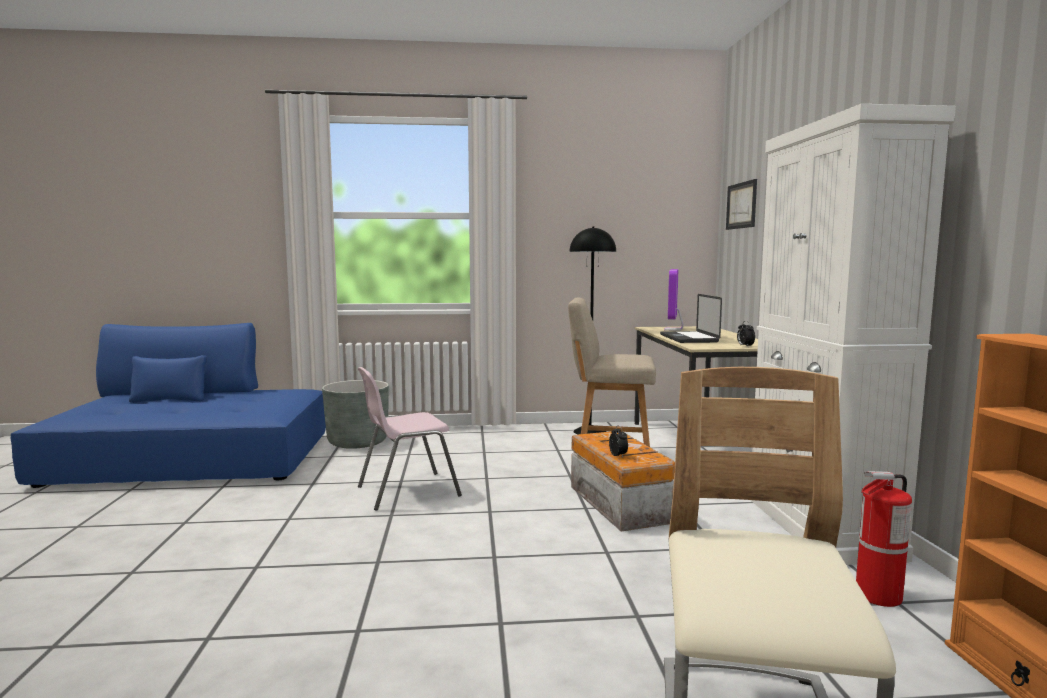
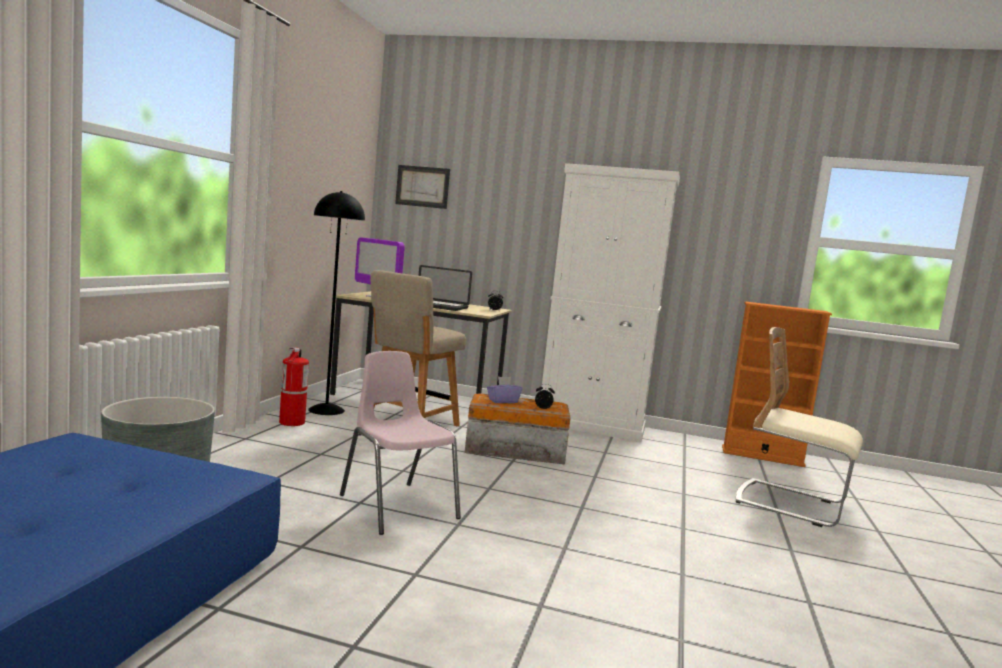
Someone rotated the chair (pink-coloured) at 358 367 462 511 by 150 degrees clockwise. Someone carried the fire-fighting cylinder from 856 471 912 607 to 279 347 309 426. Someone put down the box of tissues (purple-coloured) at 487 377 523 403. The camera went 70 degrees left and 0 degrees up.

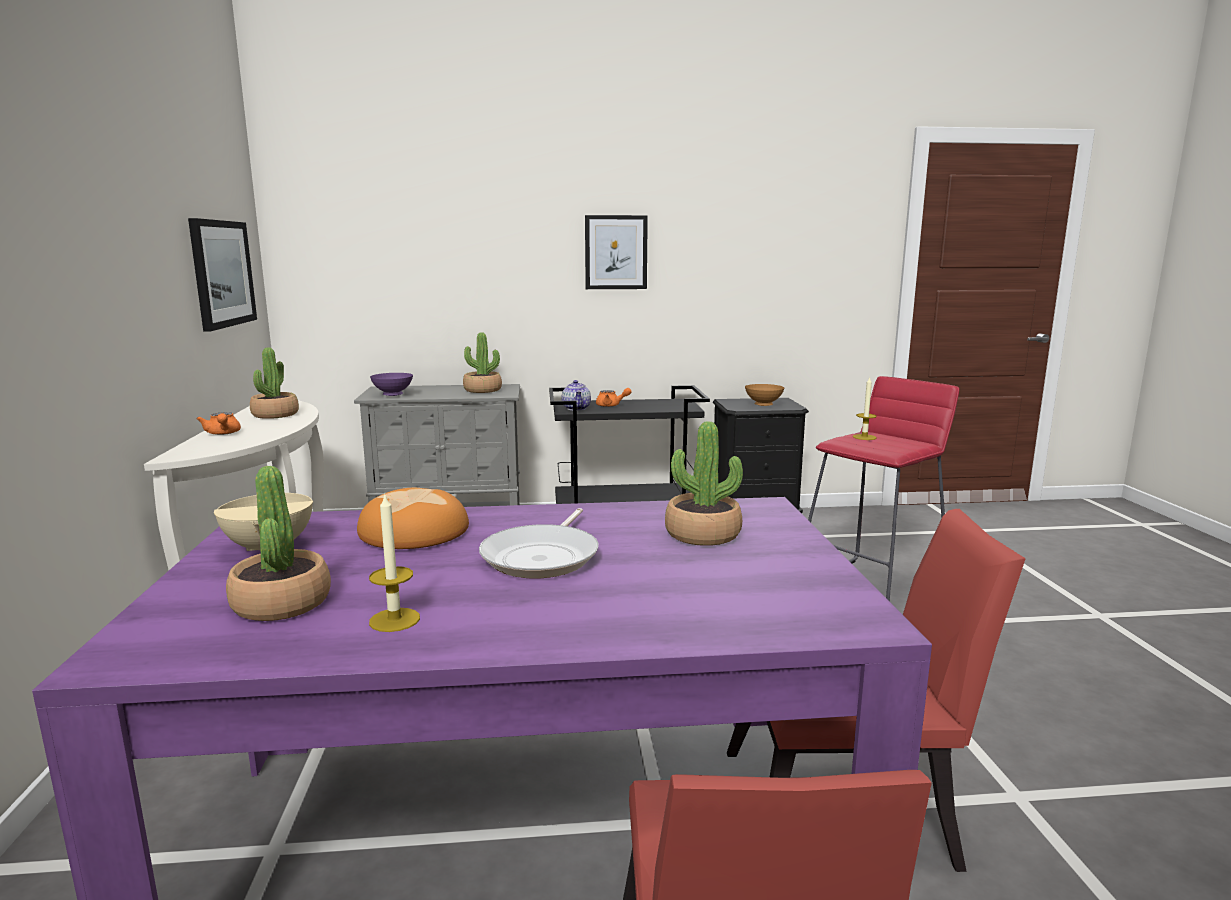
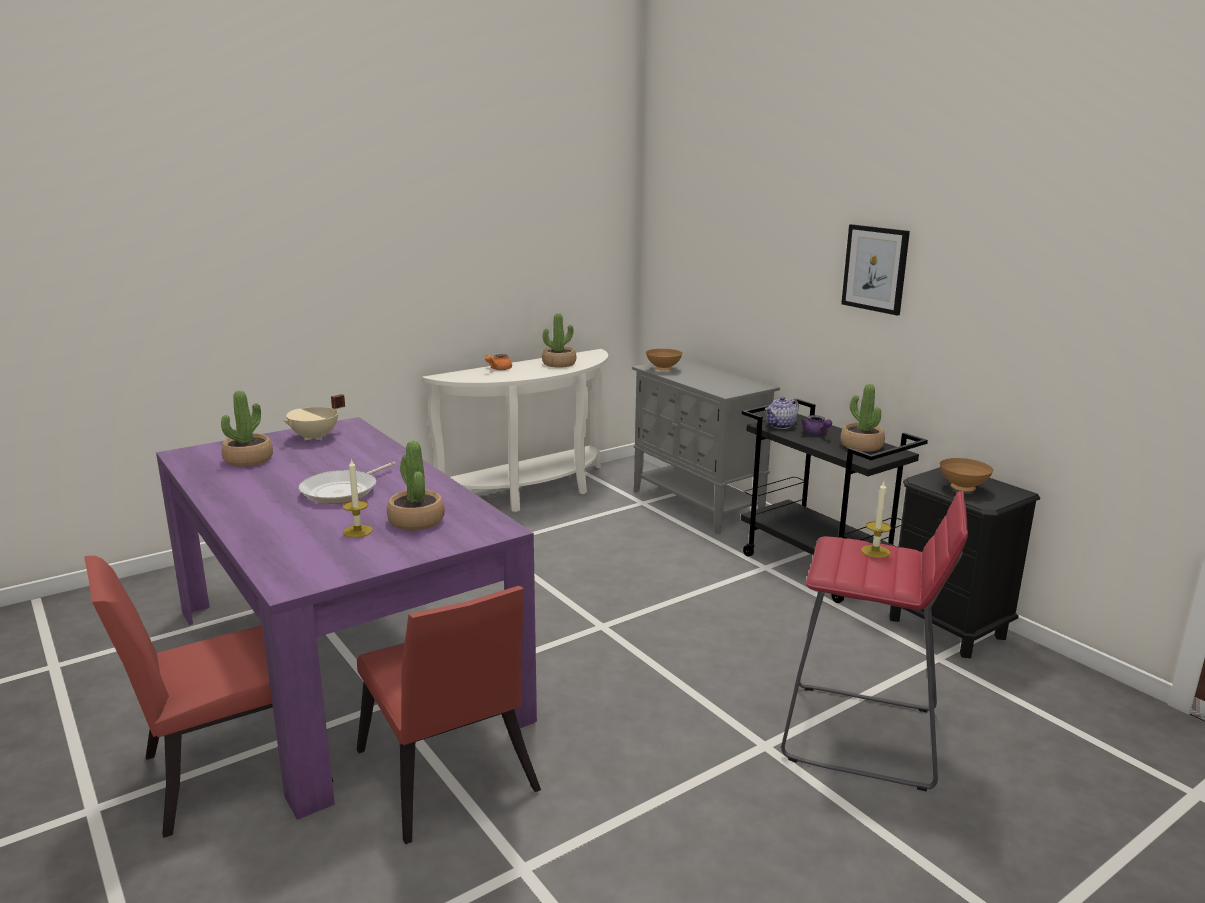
Someone took away the wall picture at 188 218 257 331. Someone took away the bread at 357 488 469 549. Someone carried the wax candle from 369 493 420 632 to 343 458 373 538. Someone repainted the serving bowl (purple-coloured) at 370 373 413 396, which became the serving bowl (brown) at 646 349 682 371. Someone carried the plant in a pot from 463 332 502 393 to 841 384 885 452. Someone rotated the skillet at 479 508 598 579 by 45 degrees counterclockwise. Someone repainted the pot for tea (orange-coloured) at 596 388 632 407, which became the pot for tea (purple-coloured) at 801 415 832 435. The camera went 60 degrees right and 5 degrees up.

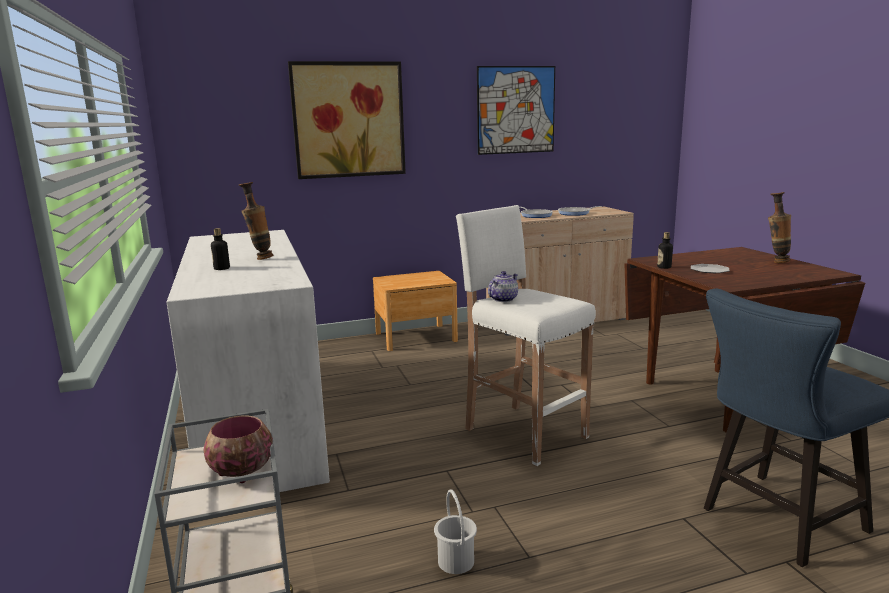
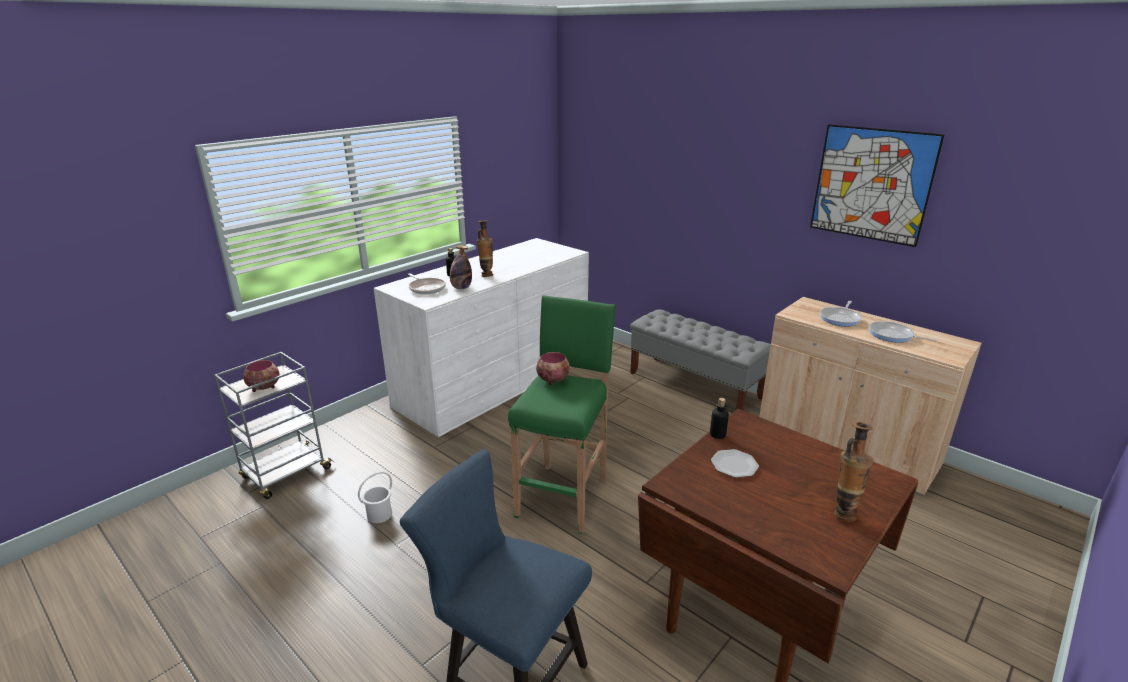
Someone took away the wall picture at 288 61 406 179. Someone swapped the nightstand (brown) at 373 271 458 351 for the indoor bench (gray) at 630 309 771 411. Someone repainted the stool seat (whitish) at 456 205 596 466, which became the stool seat (green-coloured) at 508 295 616 534. Someone swapped the pot for tea at 488 271 518 302 for the serving bowl at 536 352 570 385. Someone put down the skillet at 408 273 446 294. Someone put down the beverage bottle at 450 245 472 289. The camera went 60 degrees right and 10 degrees up.

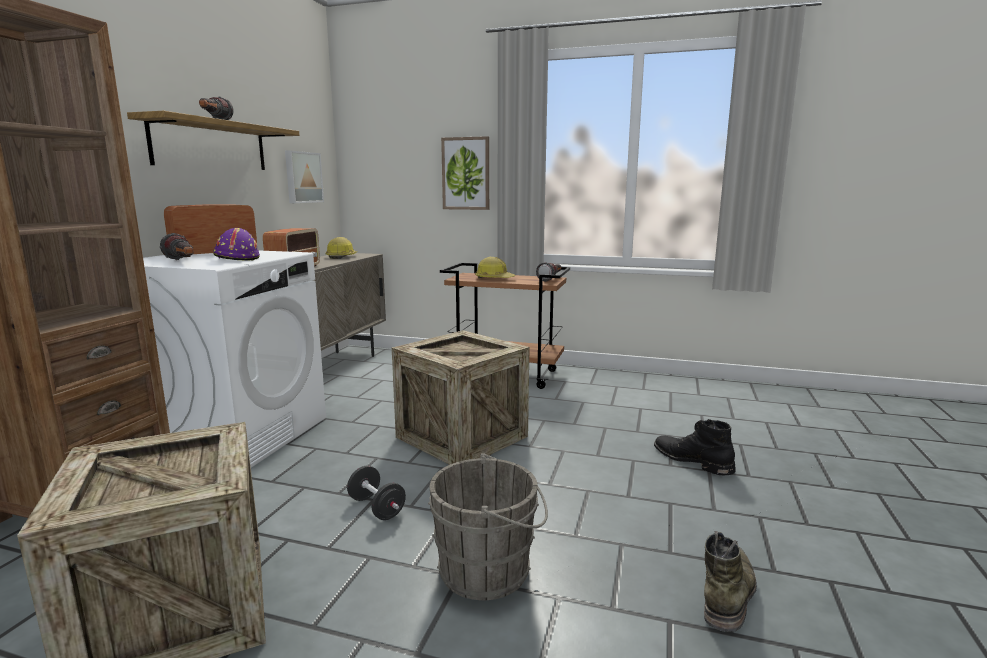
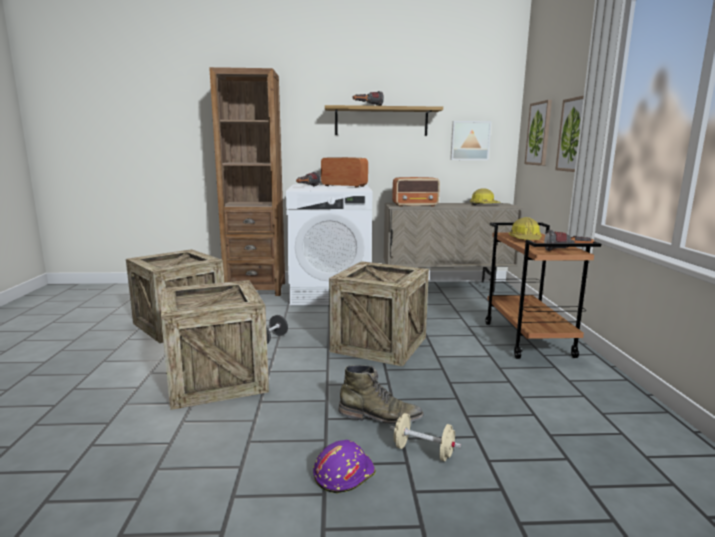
Someone carried the work helmet (purple-coloured) from 213 228 260 260 to 313 440 376 493. Someone swapped the pail (gray) at 428 453 548 600 for the shipping crate at 161 280 269 410. Someone swapped the boot (black) at 654 419 736 475 for the hand weight (beige-coloured) at 390 413 461 461. Someone carried the boot (green-coloured) from 704 531 757 632 to 338 365 424 424. Someone put up the wall picture at 525 100 552 166. The camera went 70 degrees right and 0 degrees up.

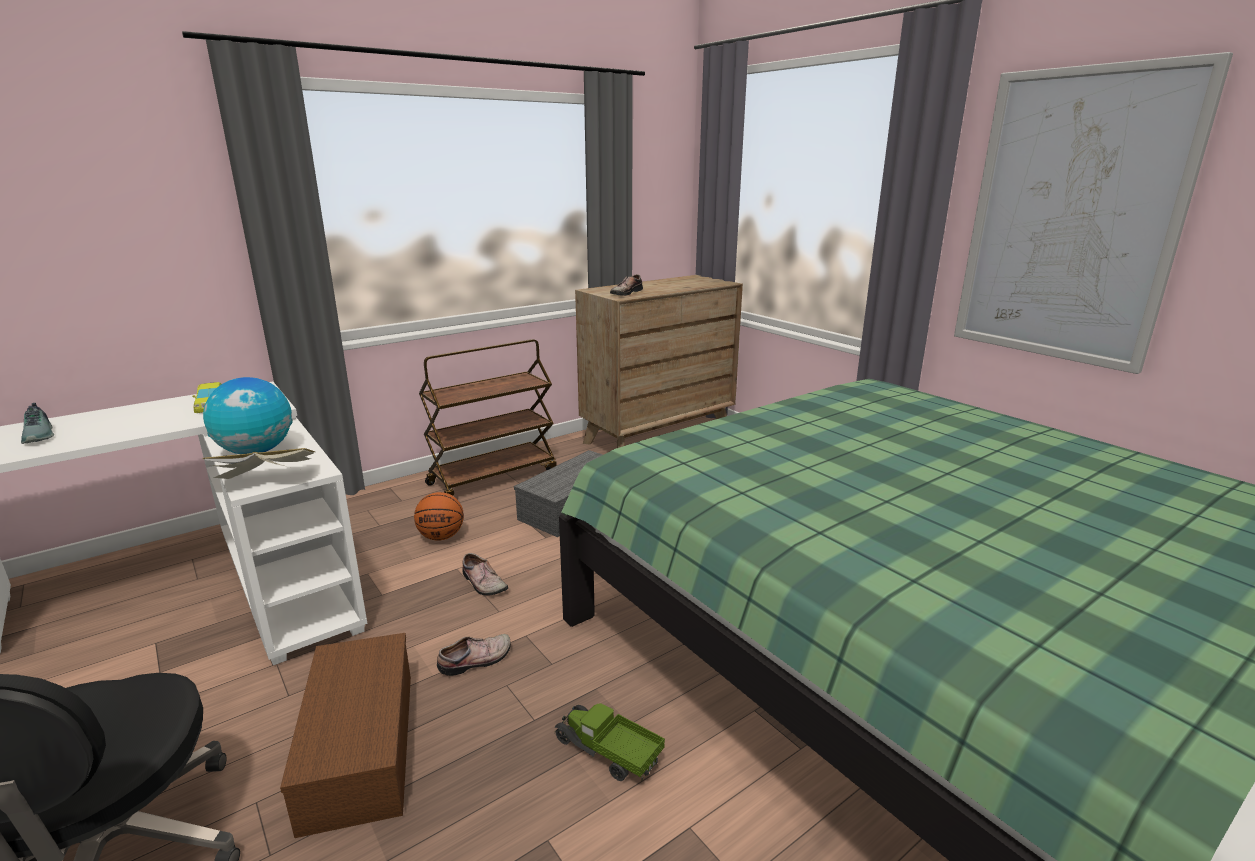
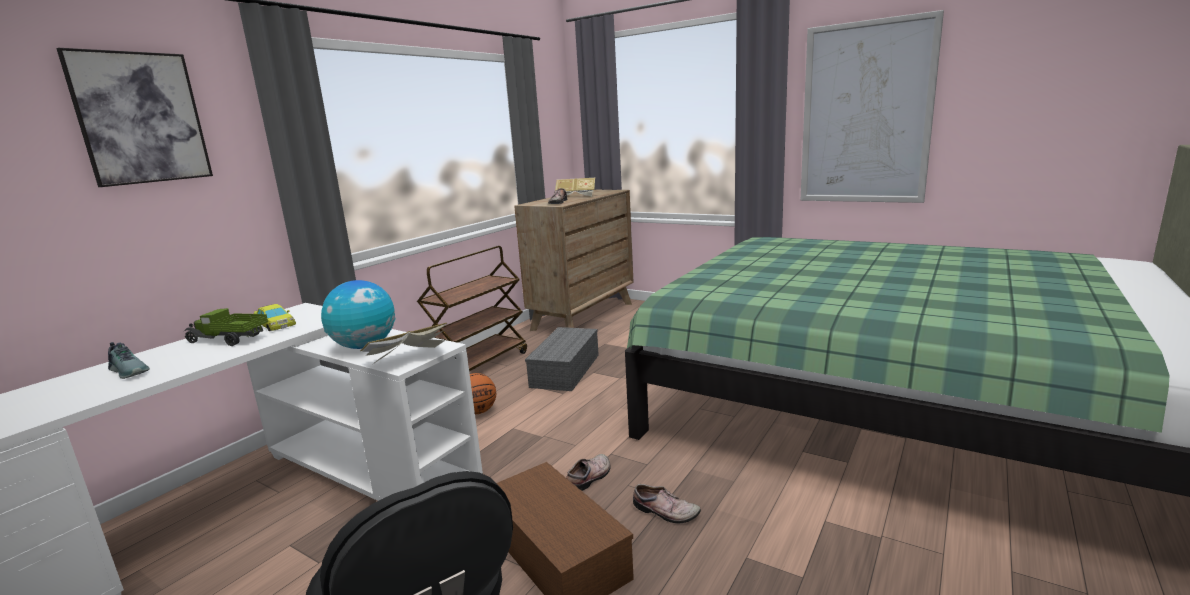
Someone carried the item of footwear from 462 553 508 596 to 633 484 701 523. Someone carried the model truck from 555 703 665 781 to 183 308 268 346. Someone put up the wall picture at 56 48 213 187. Someone put down the volume at 555 178 595 197. The camera went 20 degrees left and 5 degrees down.

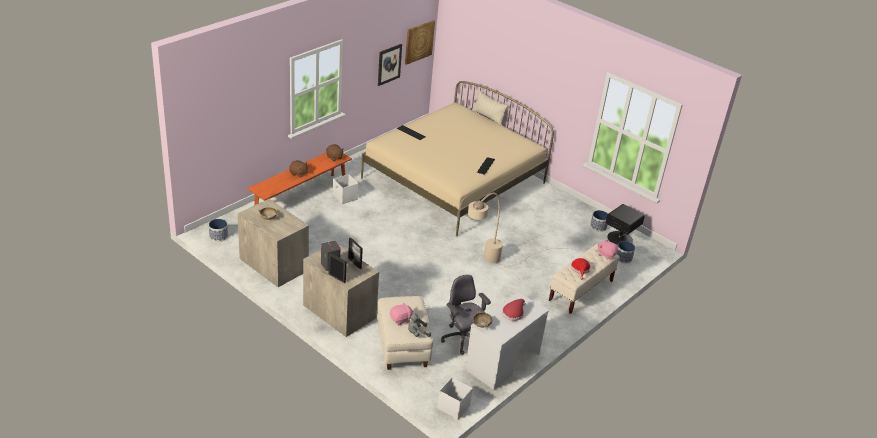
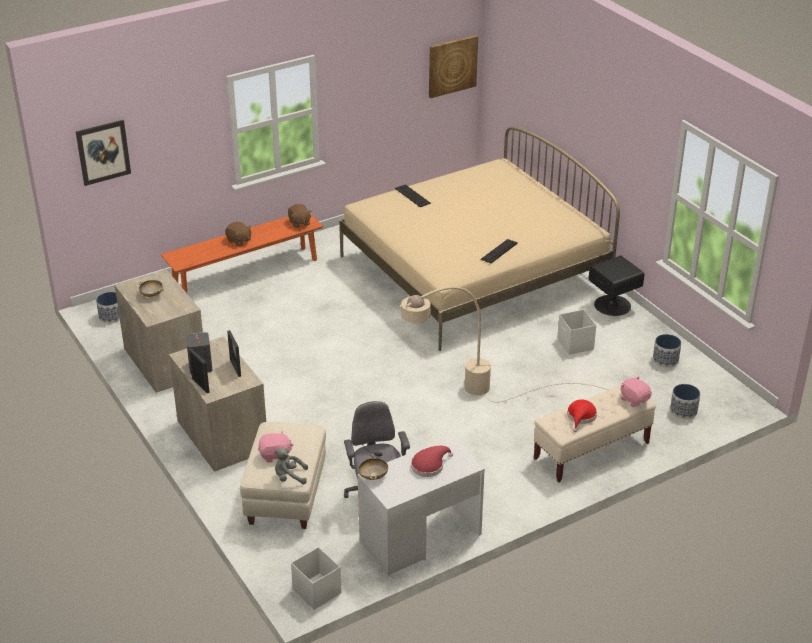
Someone carried the storage container (whitish) from 333 174 358 204 to 557 309 596 355. Someone carried the wall picture from 378 44 402 86 to 76 120 131 186. Someone took away the cushion (beige-coloured) at 472 91 508 126. Someone carried the nightstand (black) from 606 204 645 246 to 589 256 644 316. The camera went 20 degrees right and 0 degrees up.

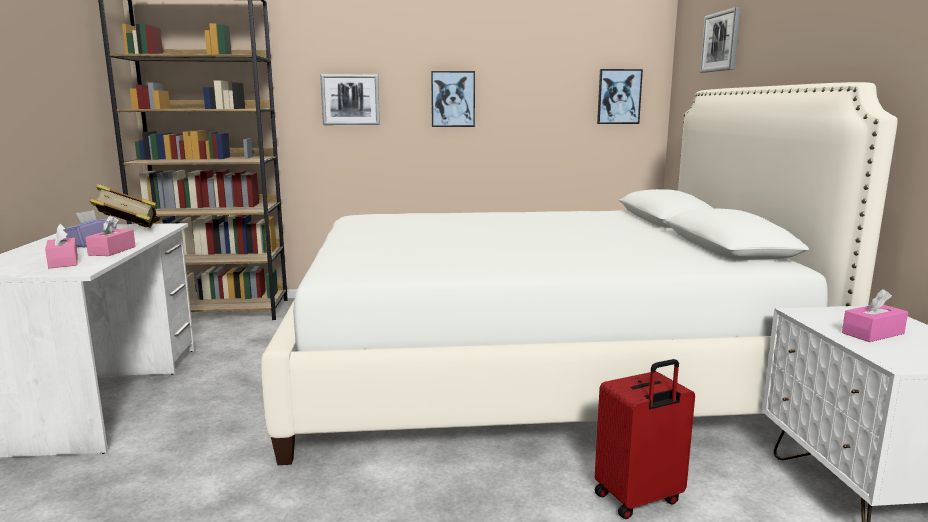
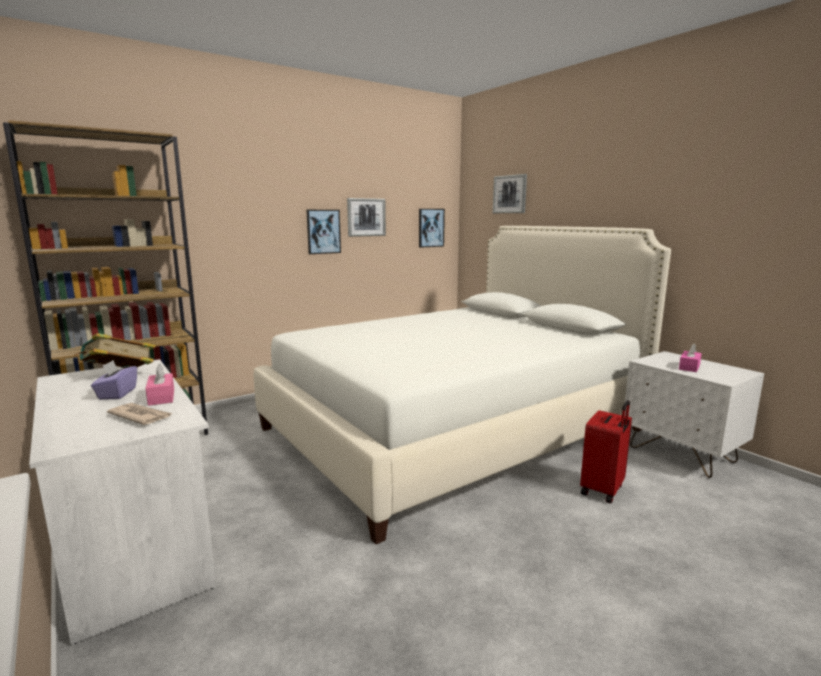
Someone swapped the box of tissues (pink-coloured) at 45 224 78 268 for the printed paper at 107 403 172 425. Someone carried the wall picture from 320 74 380 125 to 347 198 386 237. The camera went 30 degrees left and 0 degrees up.

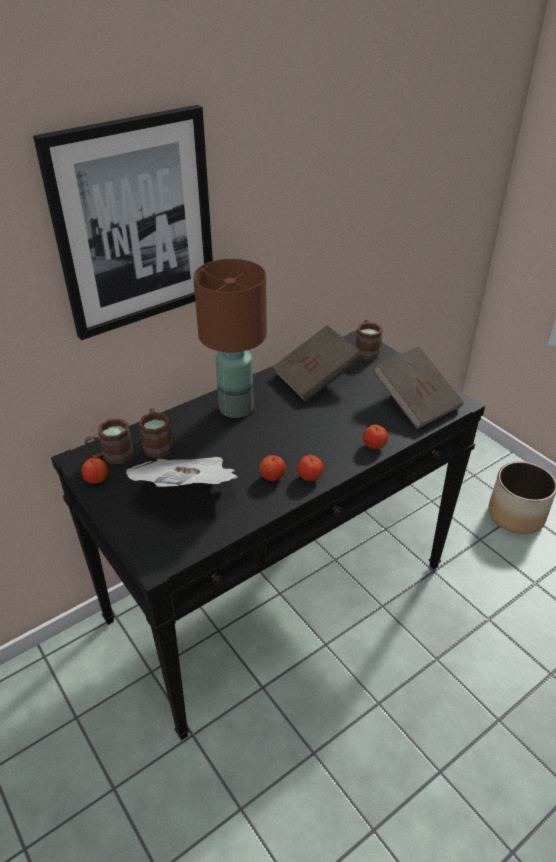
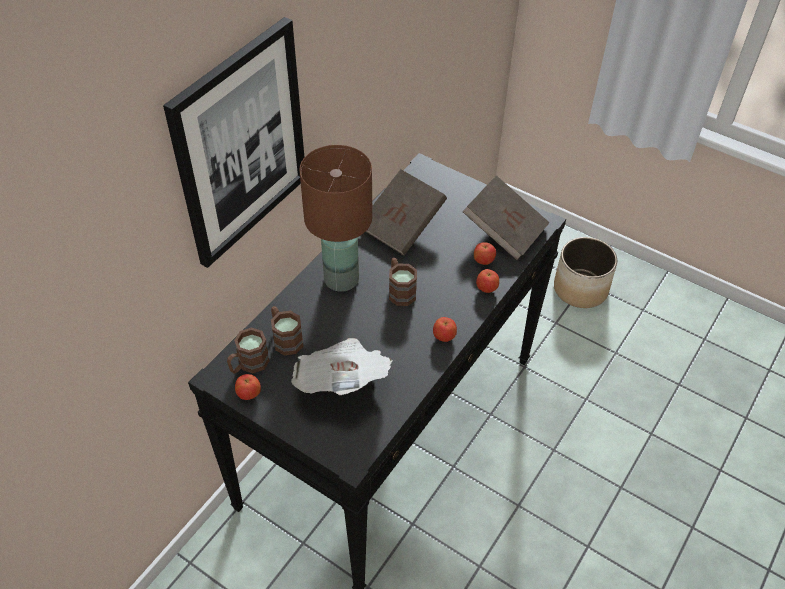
Someone carried the whole apple from 260 455 286 481 to 474 242 496 265. Someone carried the coffee mug (brown) from 356 320 383 360 to 389 258 417 306. The camera went 20 degrees left and 10 degrees up.

